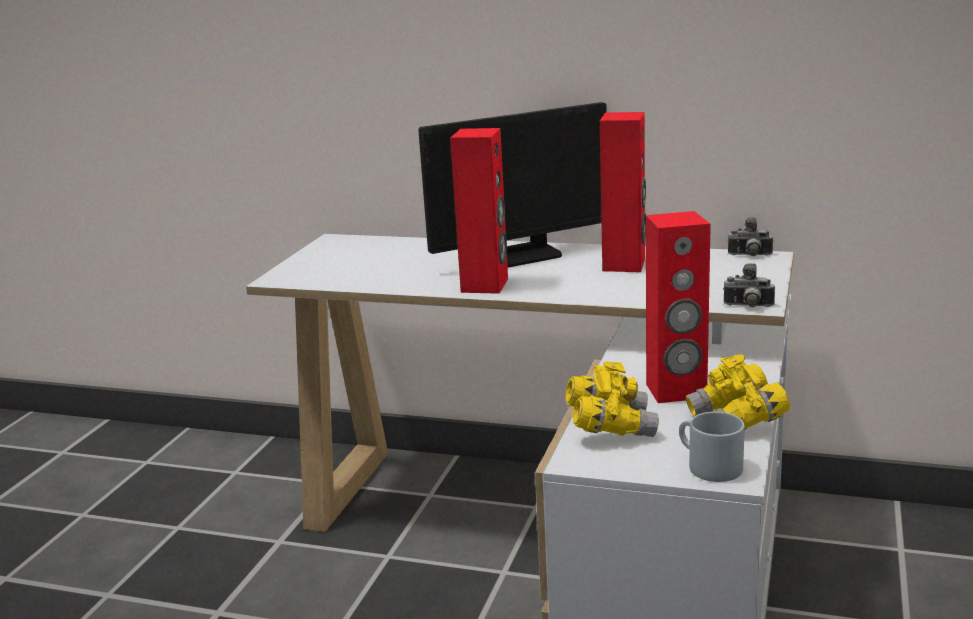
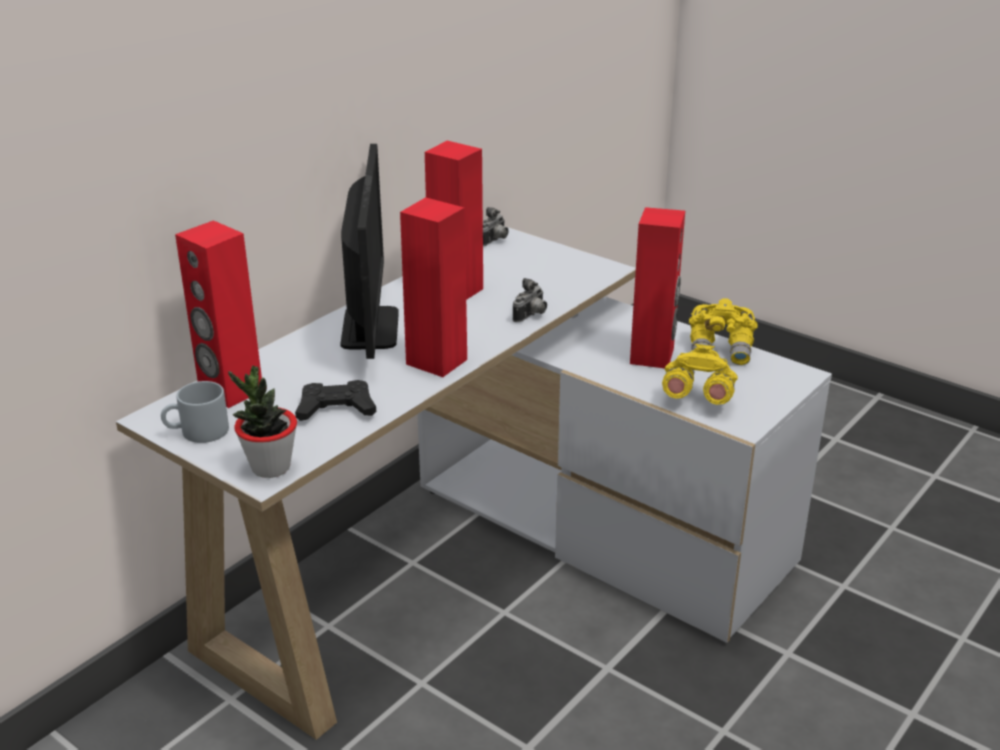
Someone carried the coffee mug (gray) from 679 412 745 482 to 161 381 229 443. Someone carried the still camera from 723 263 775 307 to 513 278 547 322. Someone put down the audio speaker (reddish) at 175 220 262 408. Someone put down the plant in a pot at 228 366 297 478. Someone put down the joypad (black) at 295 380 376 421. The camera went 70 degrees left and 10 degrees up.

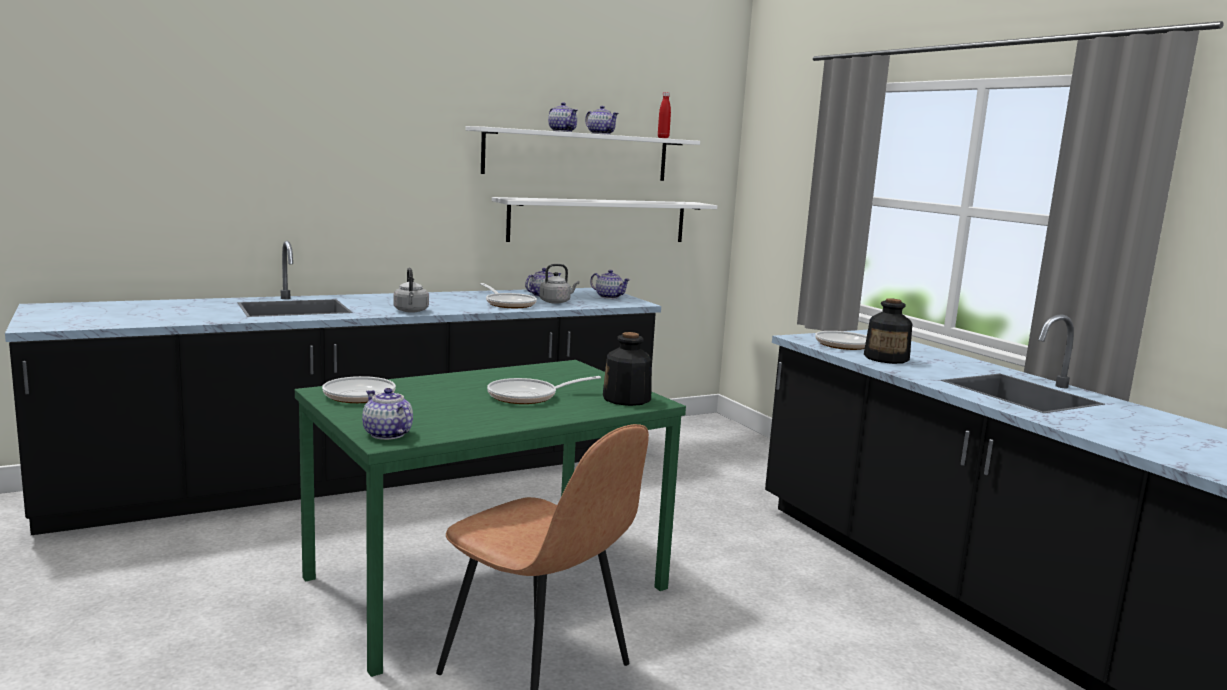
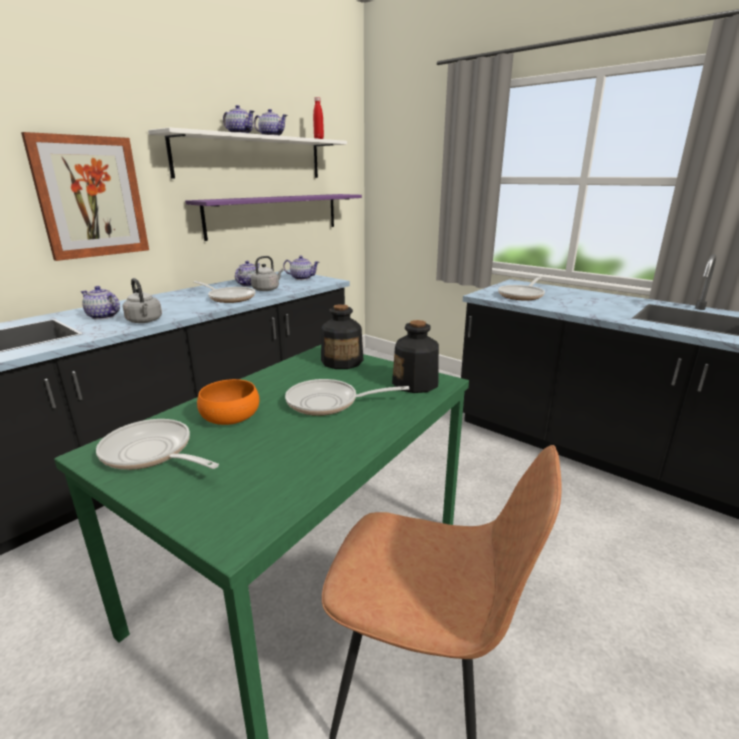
Someone carried the pot for tea from 362 388 413 440 to 80 286 120 320. Someone rotated the skillet at 487 376 601 404 by 45 degrees clockwise. Someone repainted the shelf (whitish) at 492 197 717 242, which became the shelf (purple-coloured) at 185 194 362 241. Someone carried the beverage bottle from 864 298 912 364 to 321 304 364 369. Someone put up the wall picture at 21 132 149 261. Someone put down the serving bowl (orange-coloured) at 197 379 259 425. The camera went 20 degrees left and 10 degrees up.

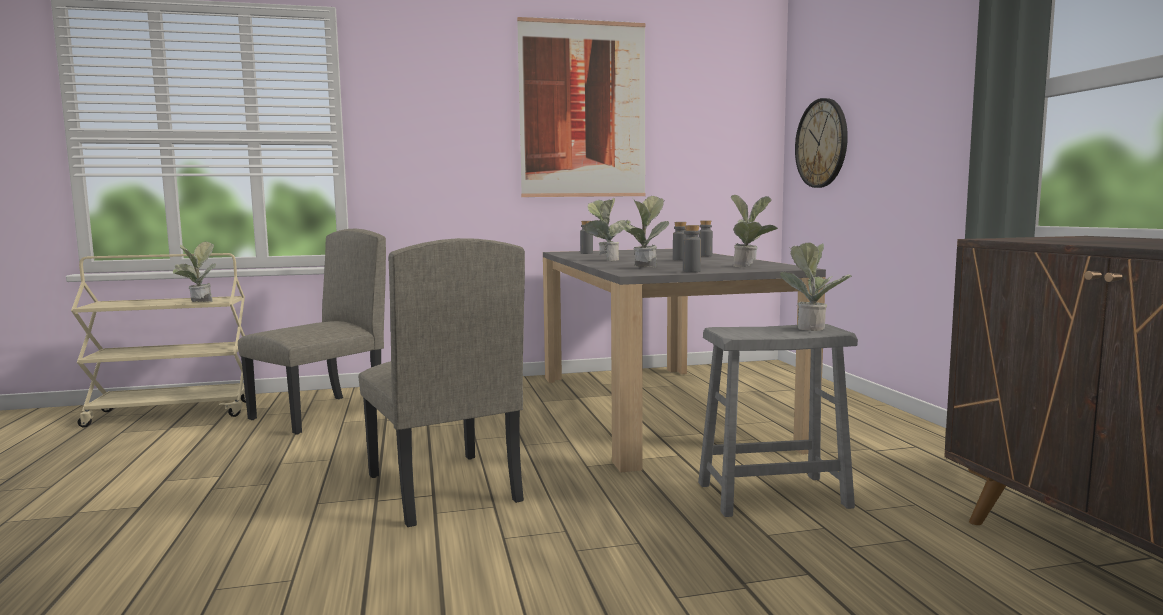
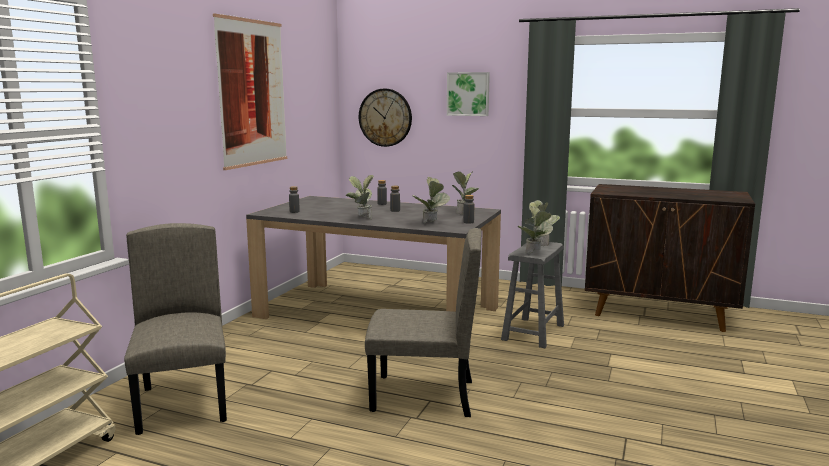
Someone carried the plant in a pot from 173 242 216 302 to 517 206 553 254. Someone put up the wall picture at 447 72 490 116. The camera went 55 degrees left and 5 degrees up.

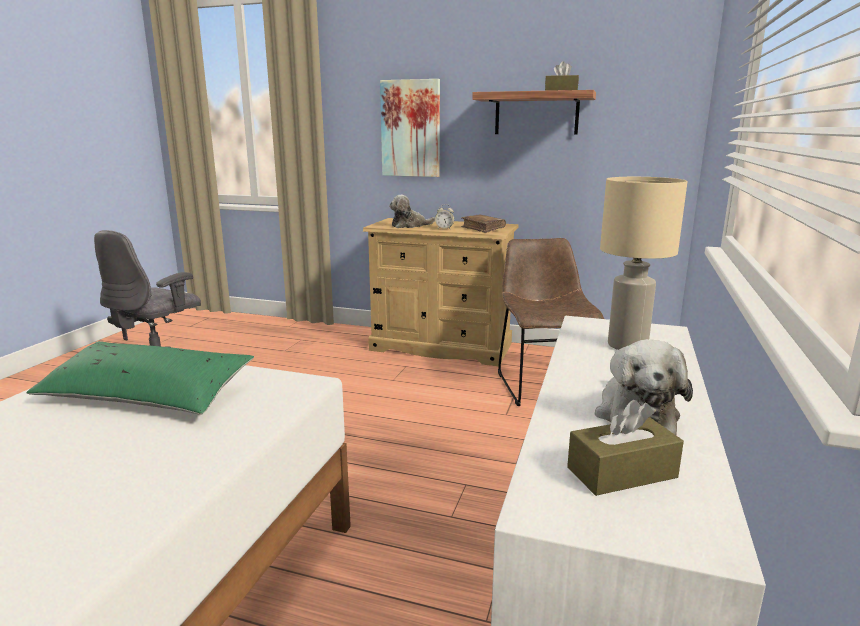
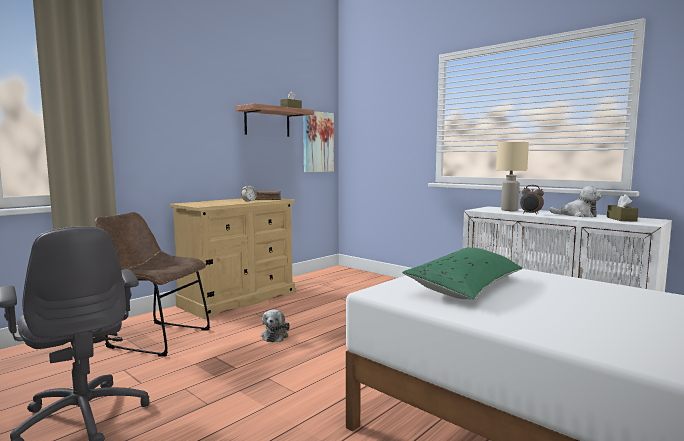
Someone carried the wall picture from 380 79 440 177 to 303 111 334 172. Someone carried the plush toy from 389 195 435 228 to 261 309 290 342. Someone carried the chair (brown) from 498 238 604 406 to 95 212 210 356. Someone put down the alarm clock at 520 185 544 215. The camera went 65 degrees left and 10 degrees down.

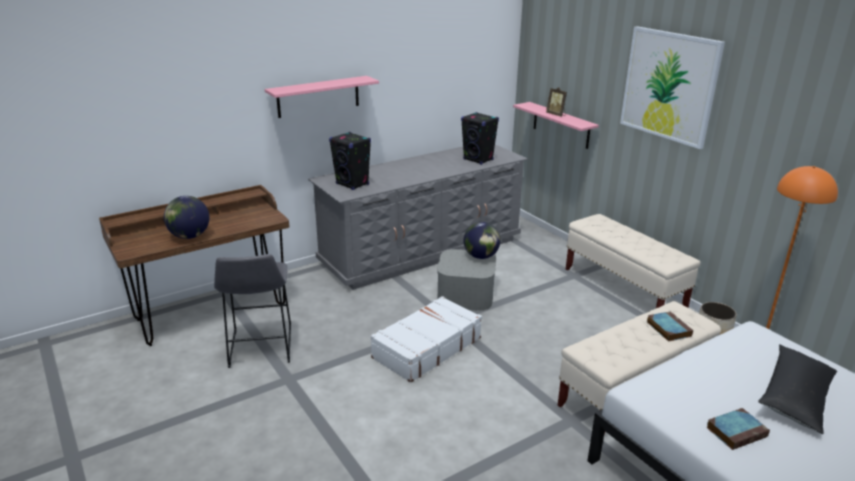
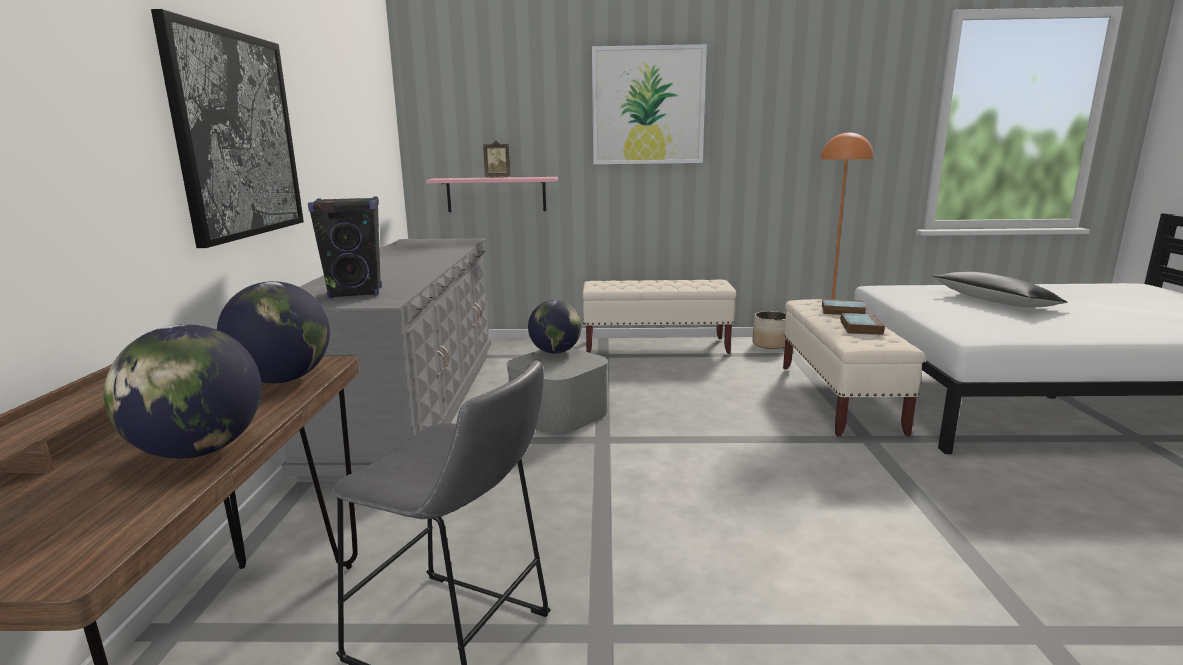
Someone swapped the shelf (pink-coloured) at 265 76 379 118 for the wall picture at 151 9 304 248. Someone took away the suitcase (whitish) at 371 296 482 383. Someone took away the audio speaker (black) at 461 112 499 165. Someone carried the volume from 706 408 770 450 to 840 313 885 335. Someone put down the world globe at 217 281 330 383. The camera went 55 degrees left and 10 degrees down.

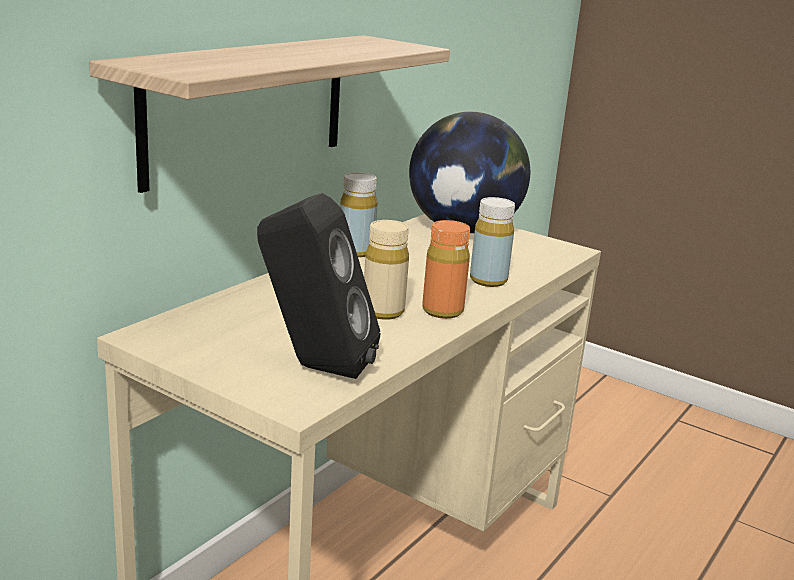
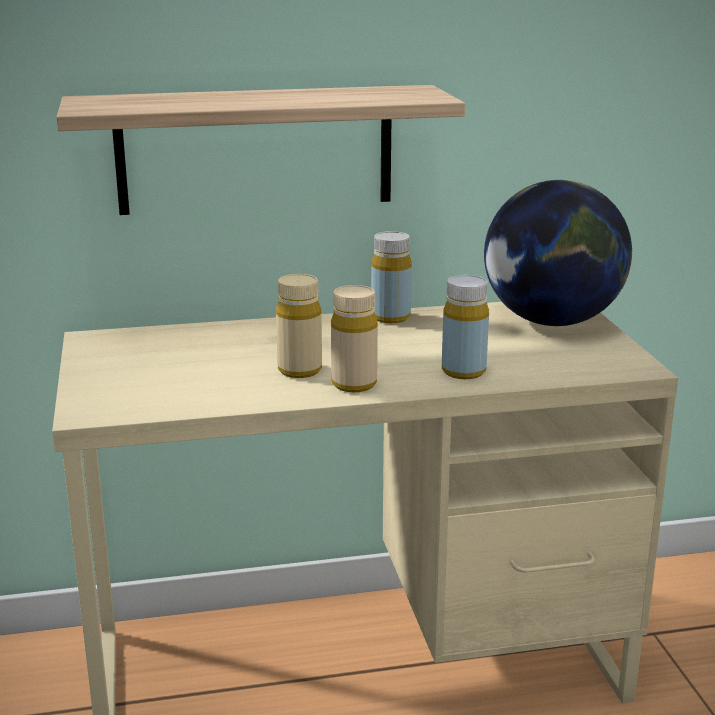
Someone took away the audio speaker (black) at 257 193 380 379. Someone repainted the beverage bottle (orange-coloured) at 422 220 470 319, which became the beverage bottle (beige-coloured) at 331 285 378 392. The camera went 45 degrees right and 0 degrees up.

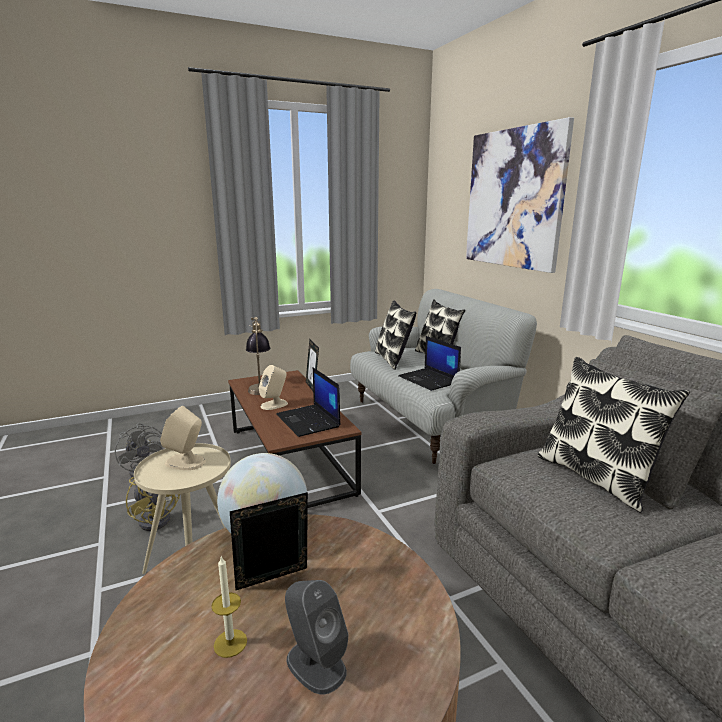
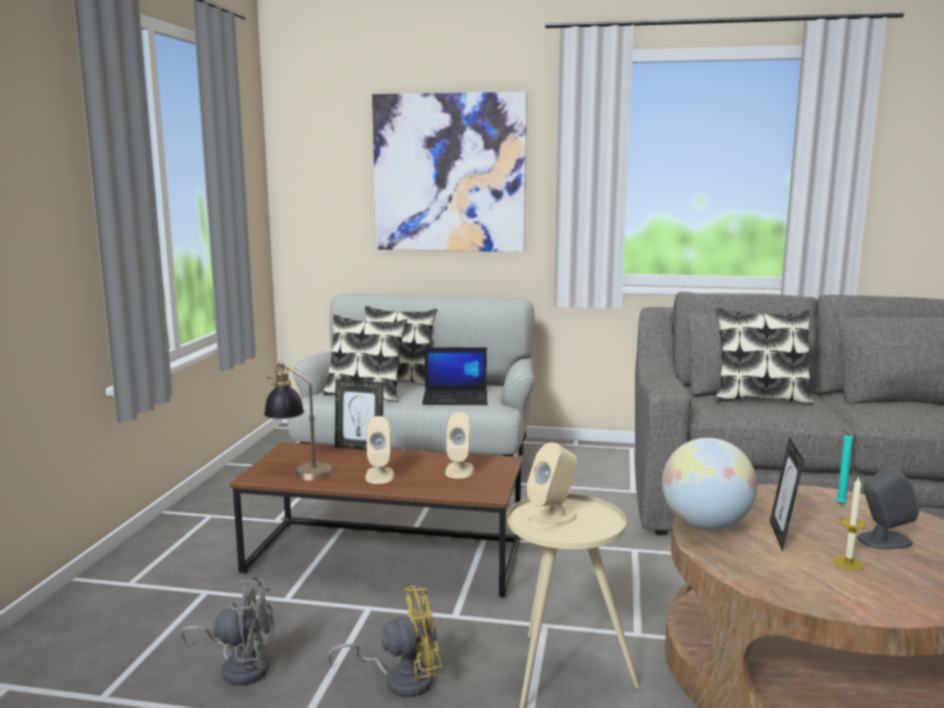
Someone swapped the notebook computer at 276 367 341 437 for the audio speaker (beige-coloured) at 445 412 474 479. Someone put down the wax candle (turquoise-coloured) at 836 429 853 504. The camera went 55 degrees left and 5 degrees down.

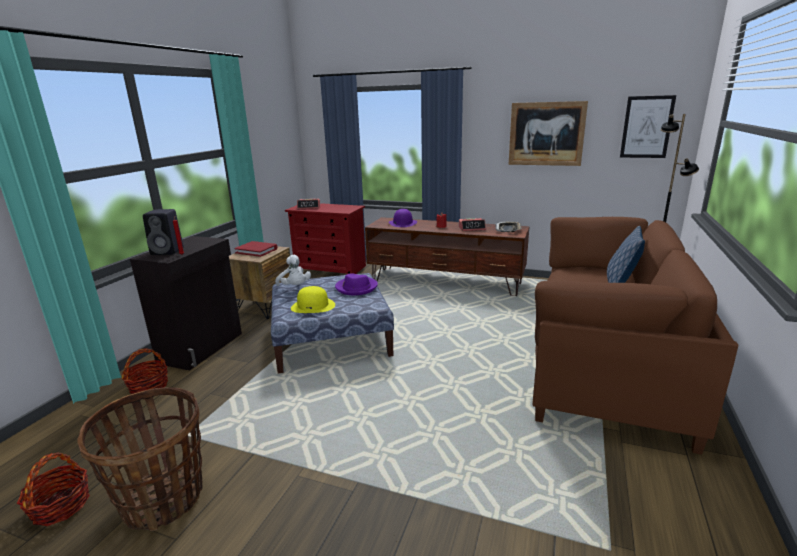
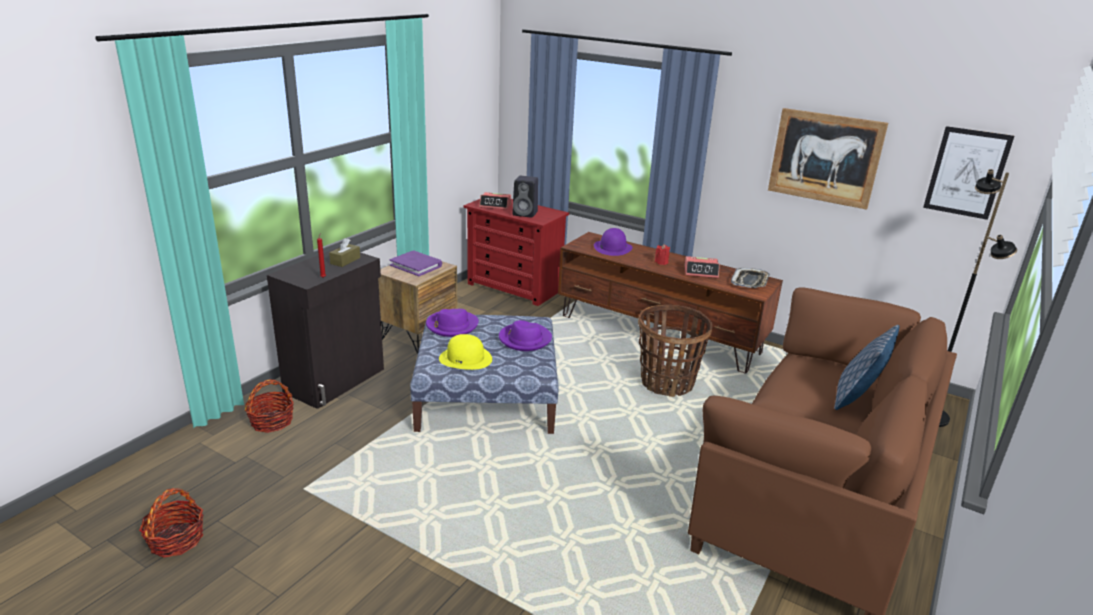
Someone carried the basket from 78 388 203 531 to 638 305 713 397. Someone carried the audio speaker (black) from 143 209 184 255 to 512 176 538 218. Someone repainted the volume (reddish) at 234 241 277 257, which became the volume (purple-coloured) at 390 250 442 276. Someone swapped the plush toy (whitish) at 275 255 311 286 for the wearable hat (purple-coloured) at 426 309 479 337. Someone put down the box of tissues (brown) at 329 238 360 267. The camera went 10 degrees right and 5 degrees up.

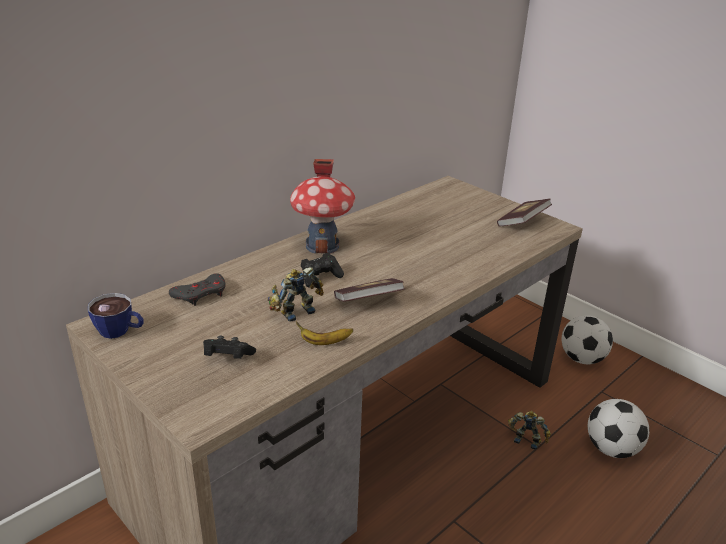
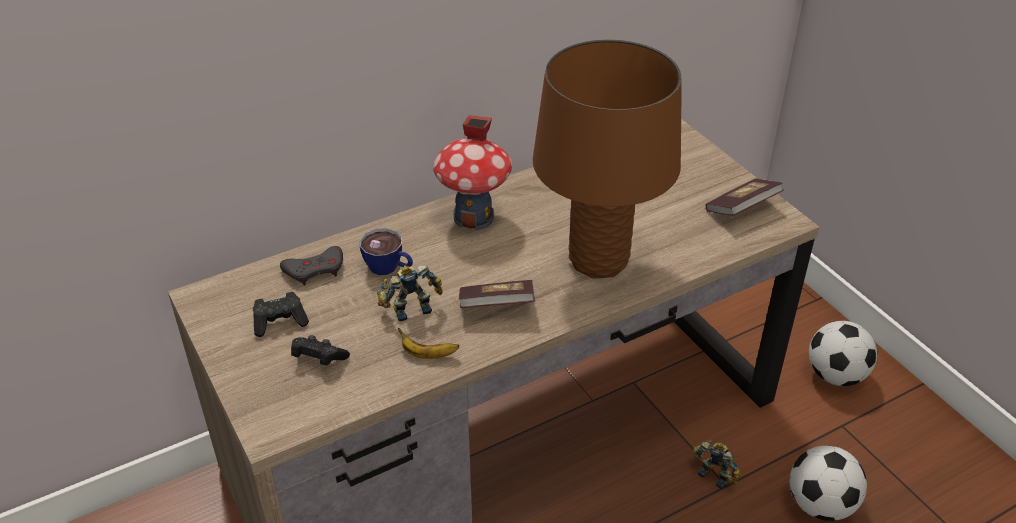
Someone carried the cup from 88 293 144 339 to 360 228 413 275. Someone carried the joypad (black) from 301 253 344 287 to 253 292 309 337. Someone put down the table lamp (brown) at 533 39 682 278. The camera went 15 degrees right and 10 degrees up.

